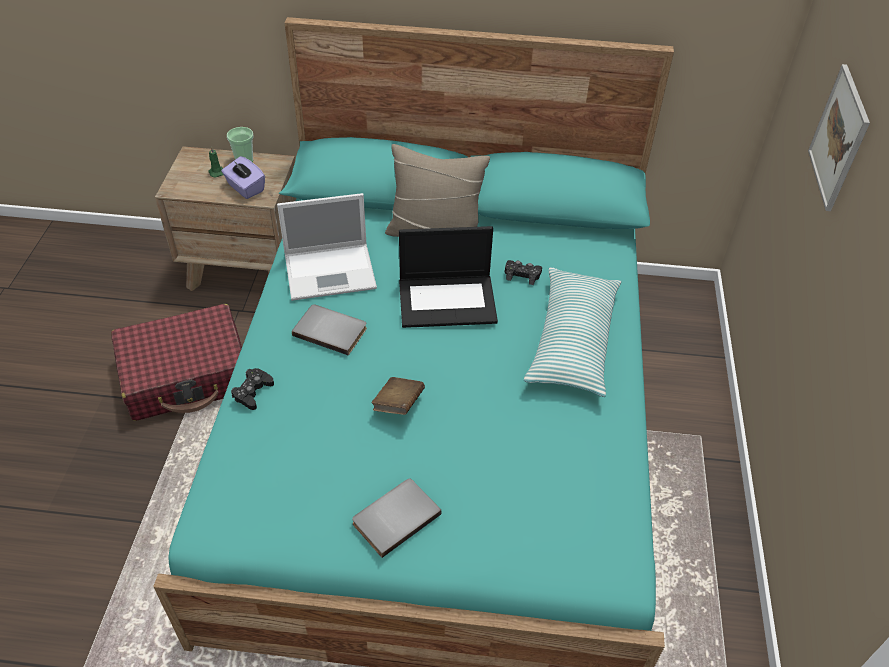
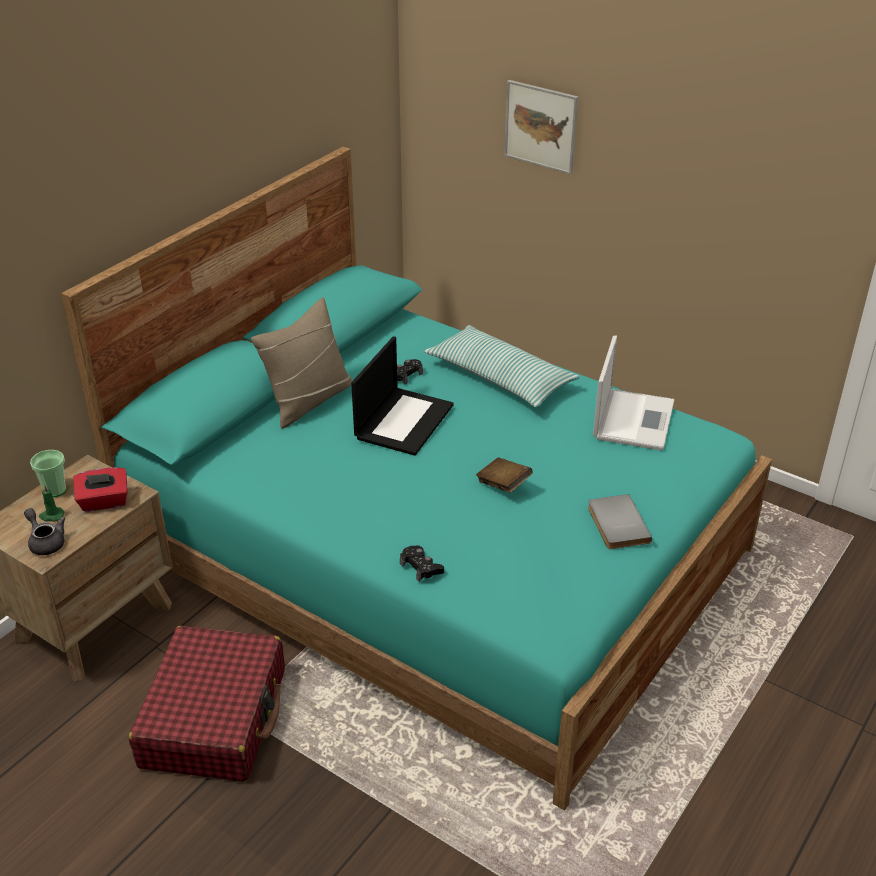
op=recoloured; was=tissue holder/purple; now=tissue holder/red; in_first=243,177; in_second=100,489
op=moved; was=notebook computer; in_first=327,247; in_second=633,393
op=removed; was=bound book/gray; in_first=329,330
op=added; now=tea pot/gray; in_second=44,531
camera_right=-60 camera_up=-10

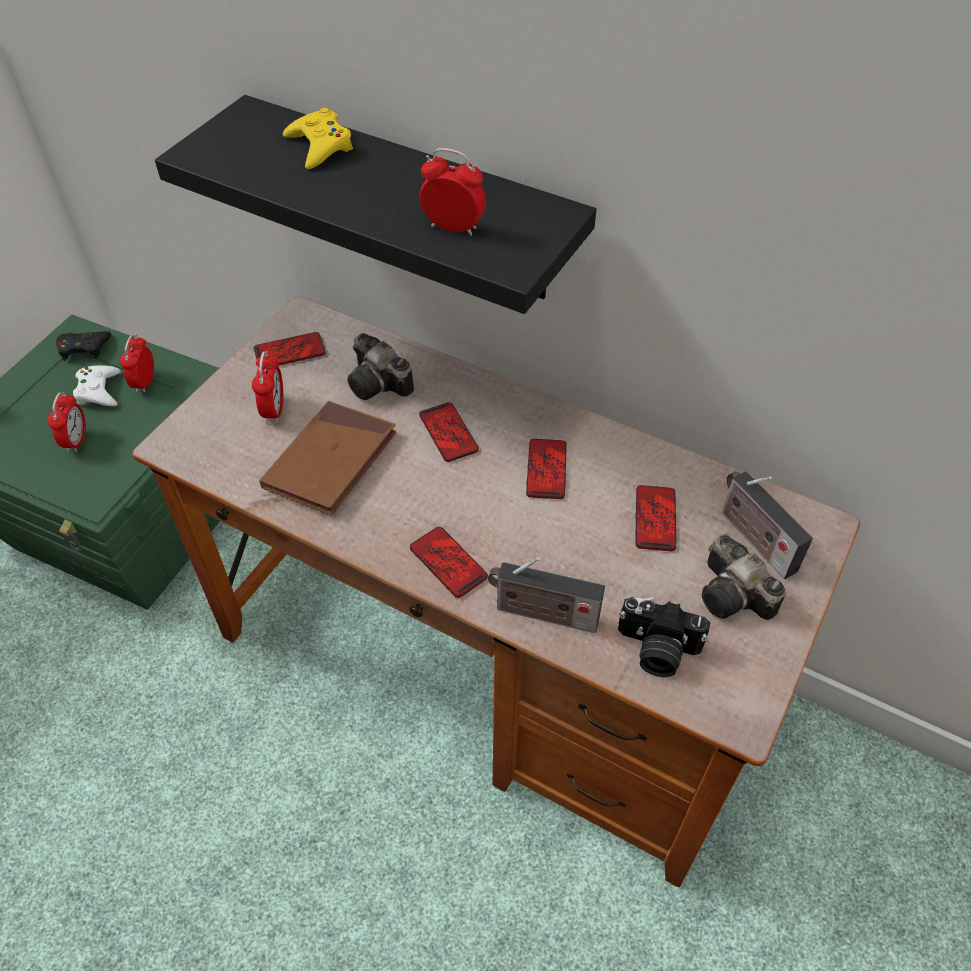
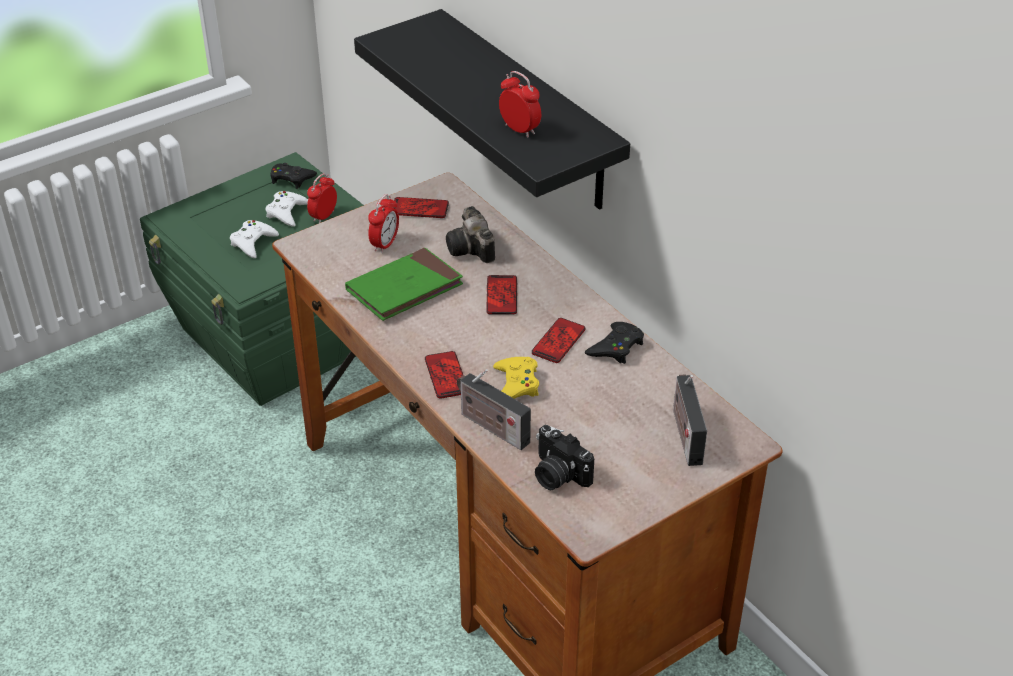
op=moved; was=game controller/yellow; in_first=318,138; in_second=516,378
op=replaced; was=table clock; now=game controller/white; in_first=66,422; in_second=254,239
op=recoloured; was=bound book/brown; now=bound book/green; in_first=327,458; in_second=404,284
op=removed; was=handset; in_first=655,518
op=removed; was=still camera; in_first=744,577
op=added; now=game controller/blackish; in_second=614,343
camera_right=25 camera_up=-10

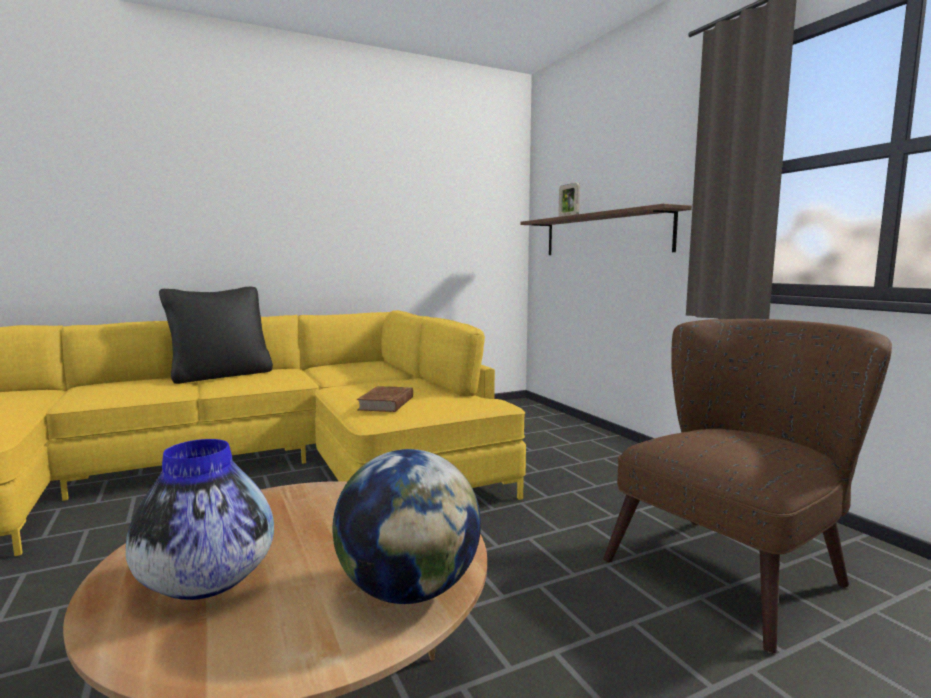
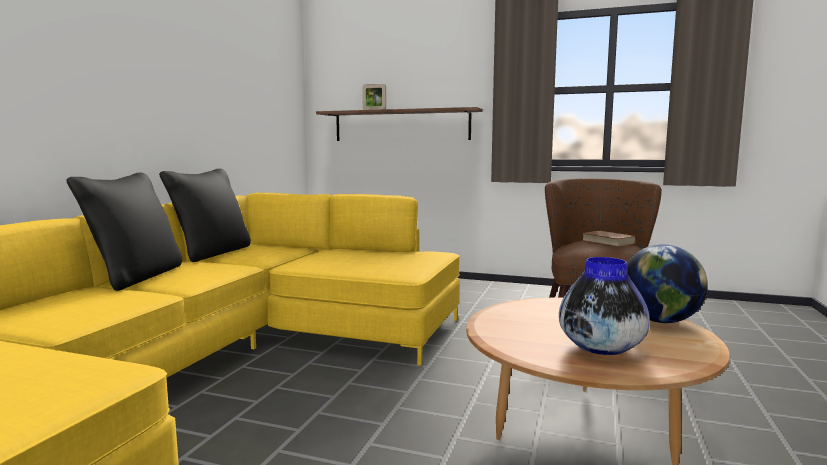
op=moved; was=bound book/brown; in_first=385,399; in_second=608,239
op=added; now=throw pillow/blackish; in_second=205,215
camera_right=-45 camera_up=0

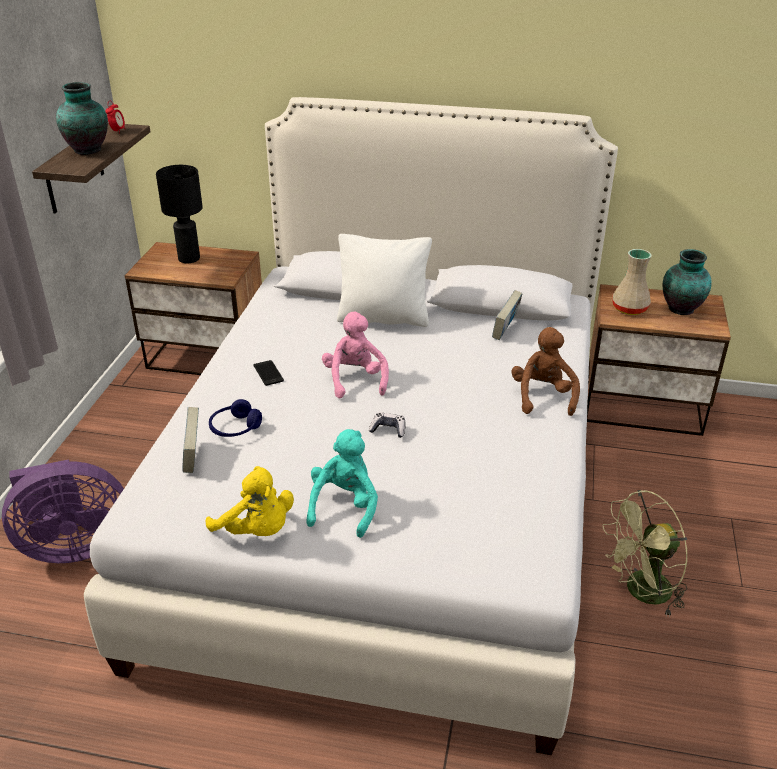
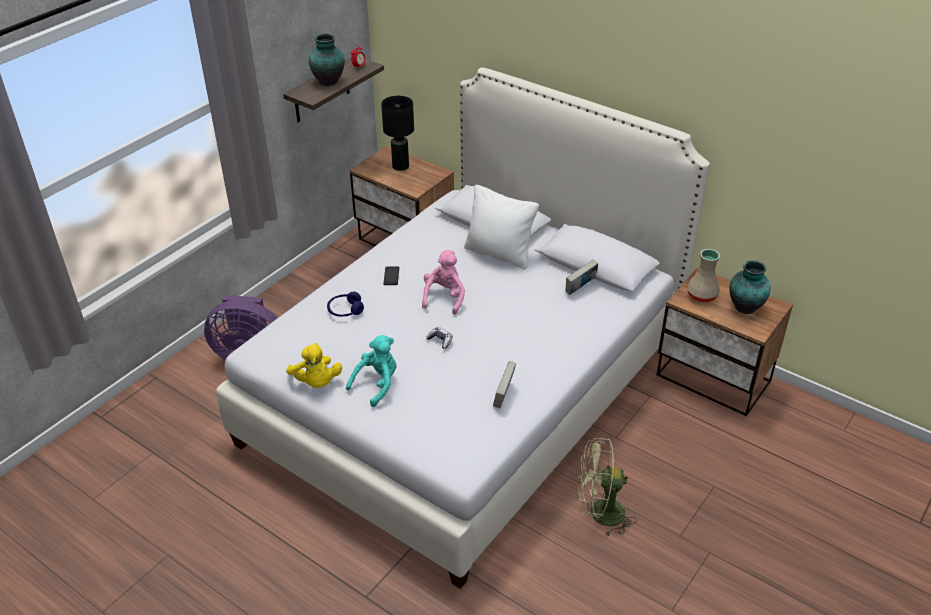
op=removed; was=cuddly toy/brown; in_first=545,371
op=moved; was=bound book; in_first=190,440; in_second=504,384
camera_right=25 camera_up=5

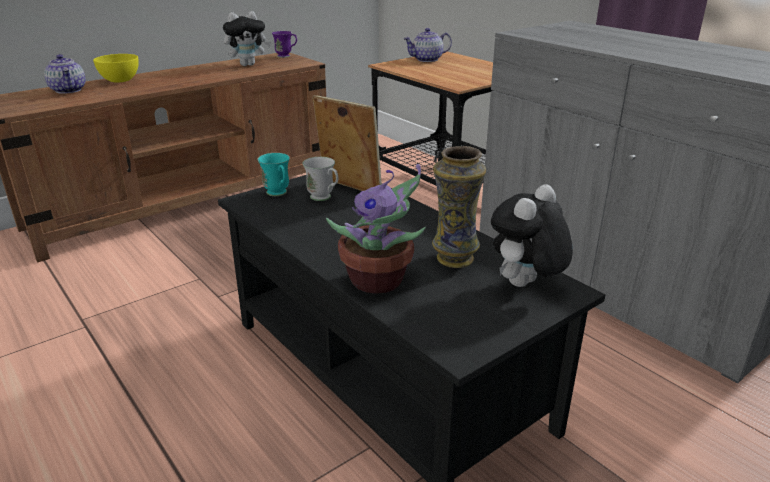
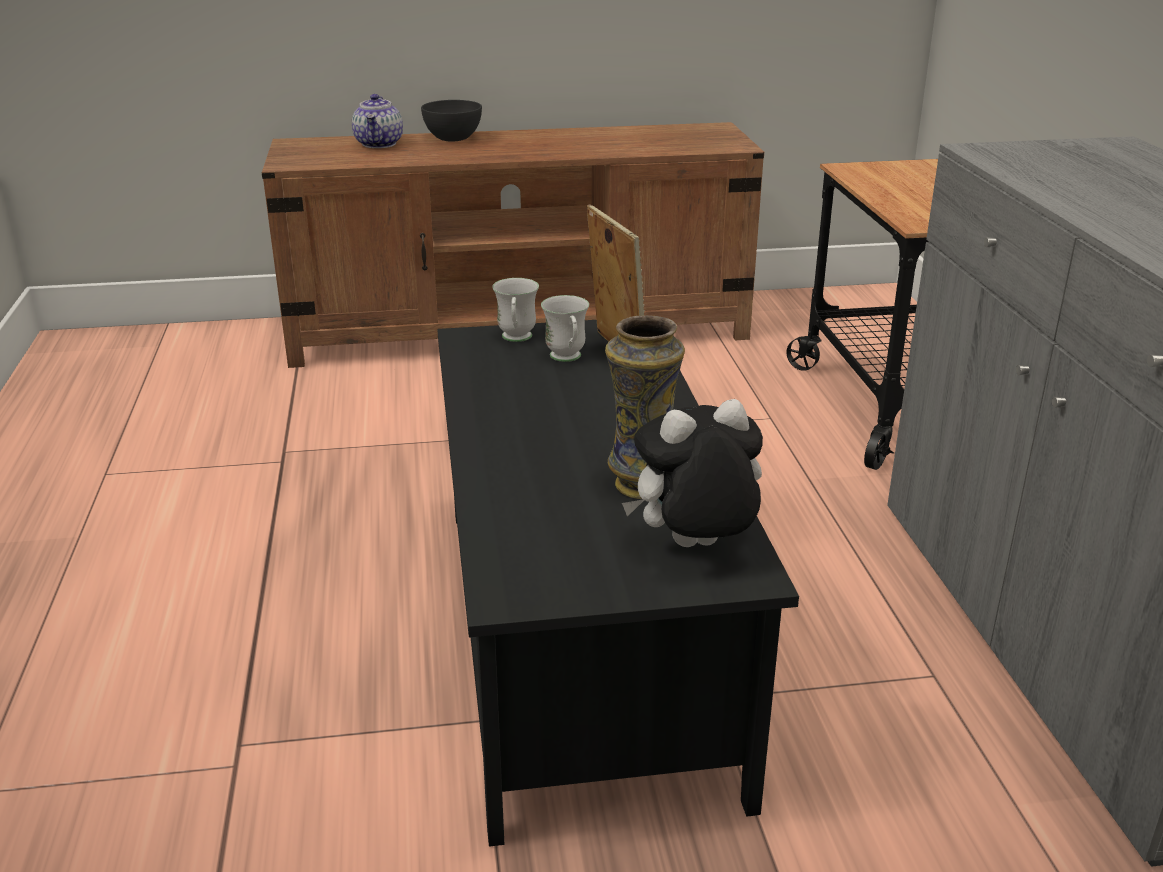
op=removed; was=cuddly toy; in_first=247,38
op=removed; was=tea pot; in_first=427,45
op=removed; was=tea mug/purple; in_first=284,44
op=recoloured; was=serving bowl/yellow; now=serving bowl/gray; in_first=116,68; in_second=451,120
op=recoloured; was=tea mug/turquoise-coloured; now=tea mug/white; in_first=274,174; in_second=515,310
op=removed; was=houseplant; in_first=376,229
camera_right=30 camera_up=0

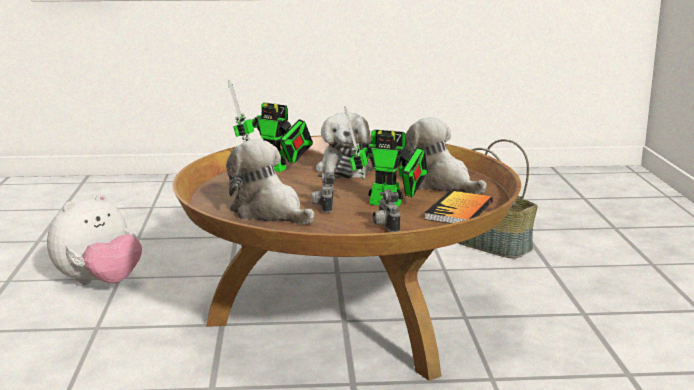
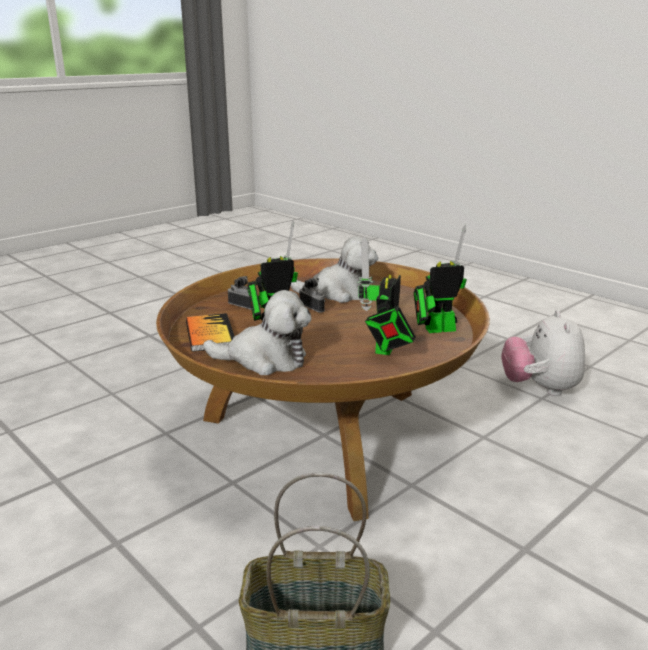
op=replaced; was=cuddly toy; now=model robot; in_first=344,145; in_second=386,295
camera_right=140 camera_up=5

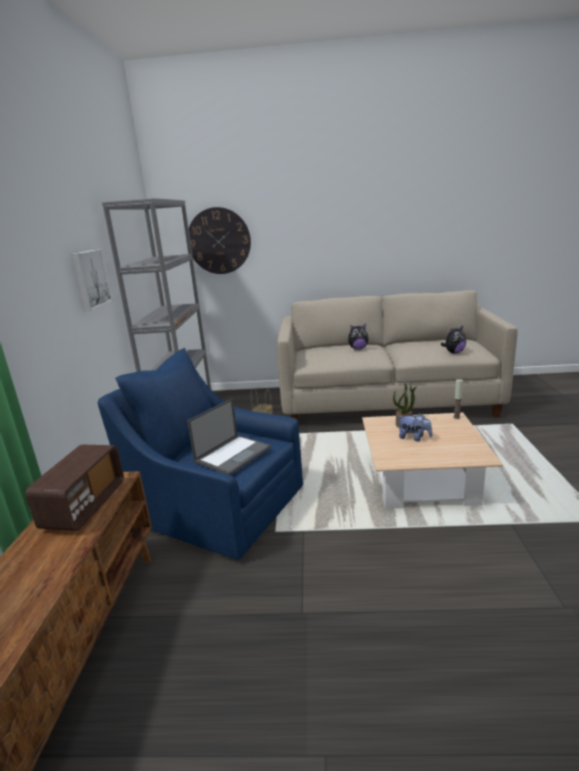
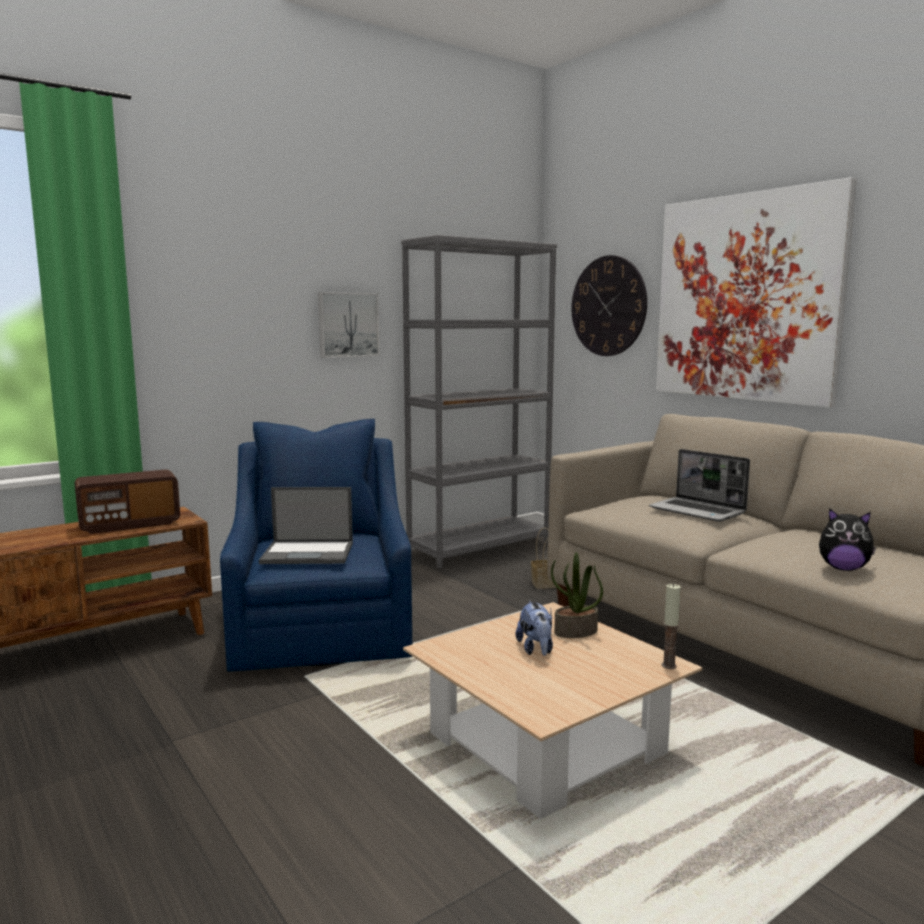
op=replaced; was=cuddly toy; now=notebook computer; in_first=358,337; in_second=699,485
op=added; now=wall picture; in_second=756,292
camera_right=50 camera_up=-10

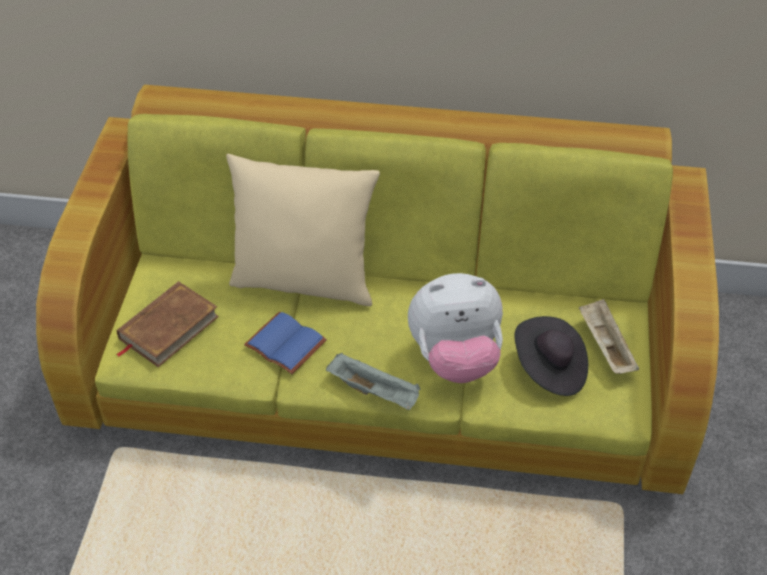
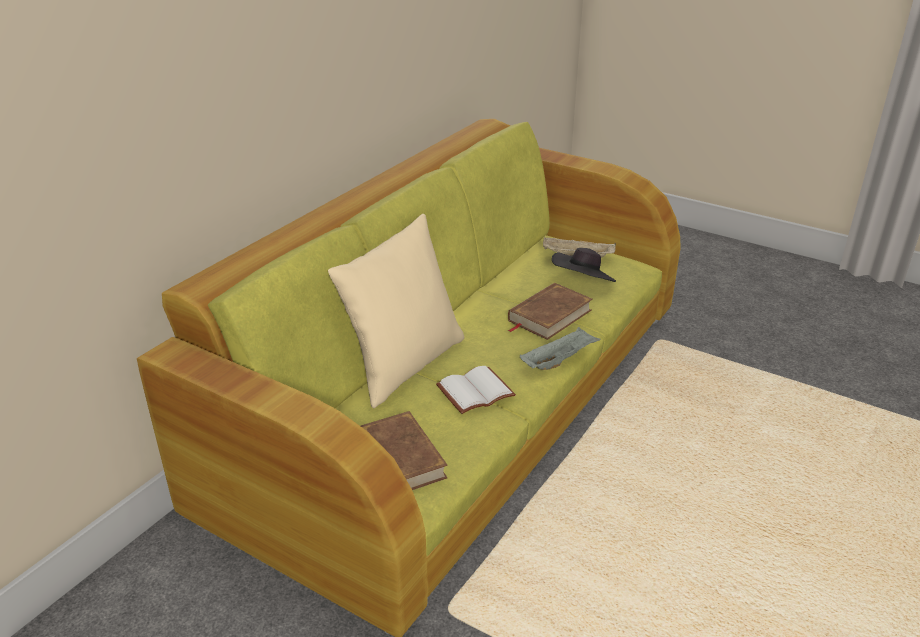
op=replaced; was=cuddly toy; now=bound book/brown; in_first=455,328; in_second=550,311
op=recoloured; was=bound book/blue-coloured; now=bound book/white; in_first=285,343; in_second=476,390
camera_right=-65 camera_up=-15

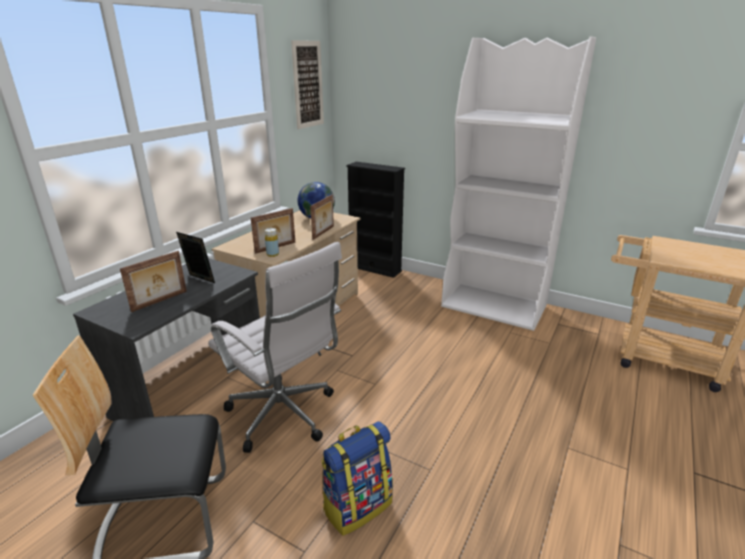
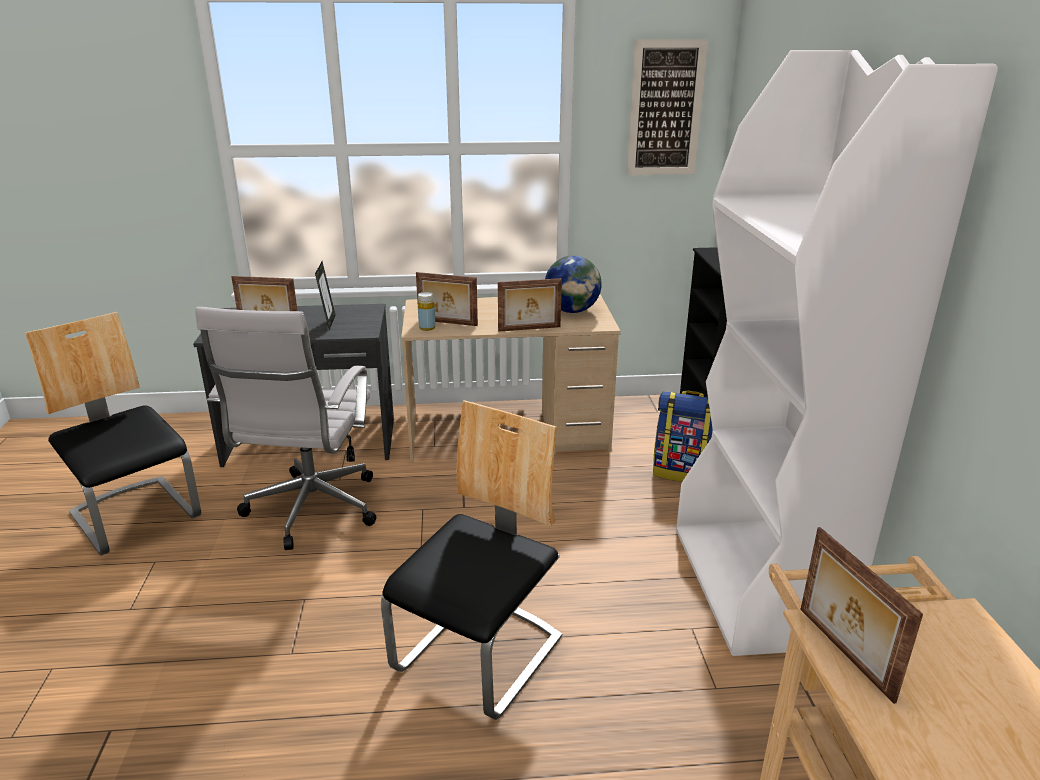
op=moved; was=knapsack; in_first=357,478; in_second=683,436
op=added; now=chair; in_second=471,560
op=added; now=photo frame; in_second=861,615
camera_right=55 camera_up=0

